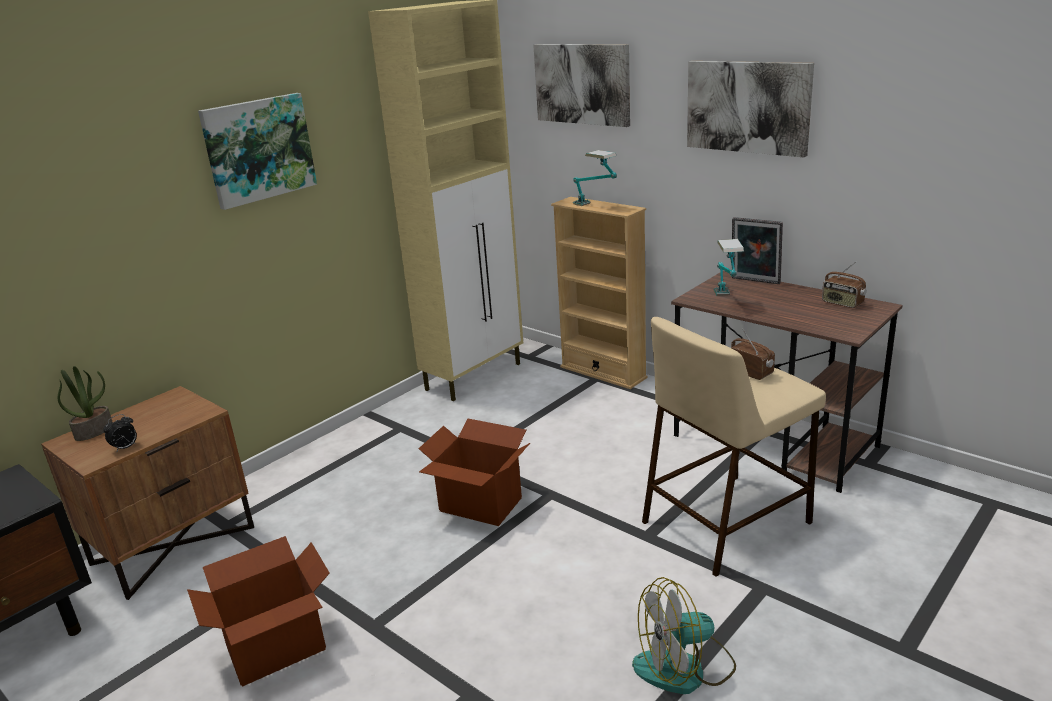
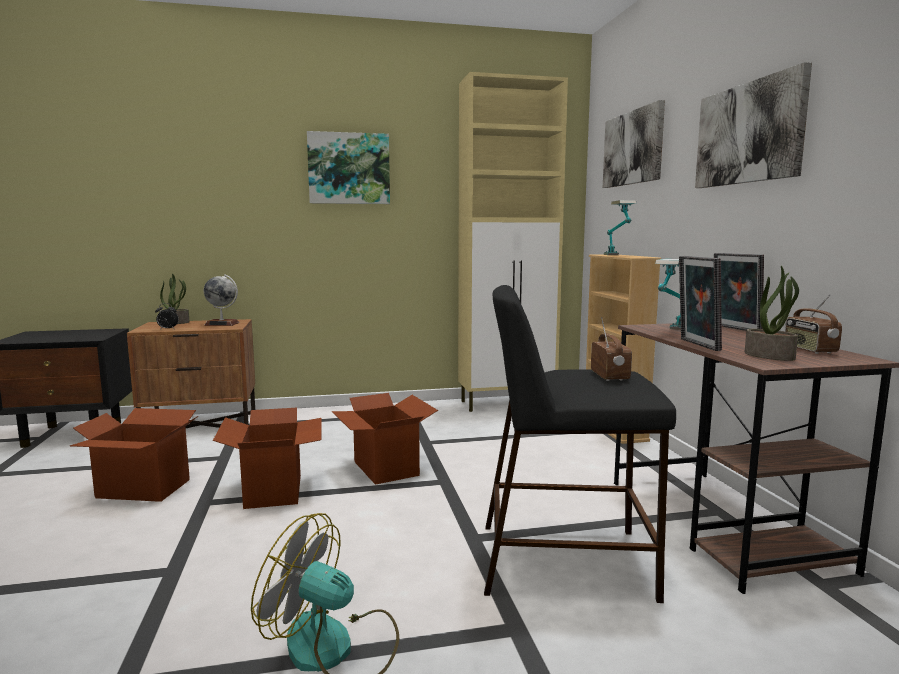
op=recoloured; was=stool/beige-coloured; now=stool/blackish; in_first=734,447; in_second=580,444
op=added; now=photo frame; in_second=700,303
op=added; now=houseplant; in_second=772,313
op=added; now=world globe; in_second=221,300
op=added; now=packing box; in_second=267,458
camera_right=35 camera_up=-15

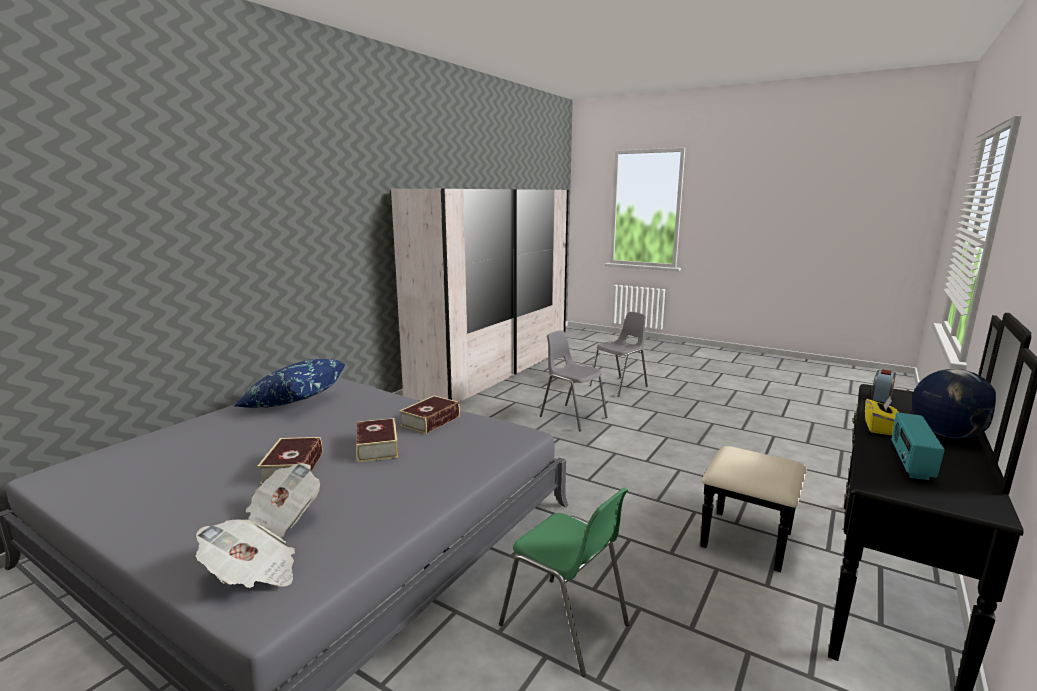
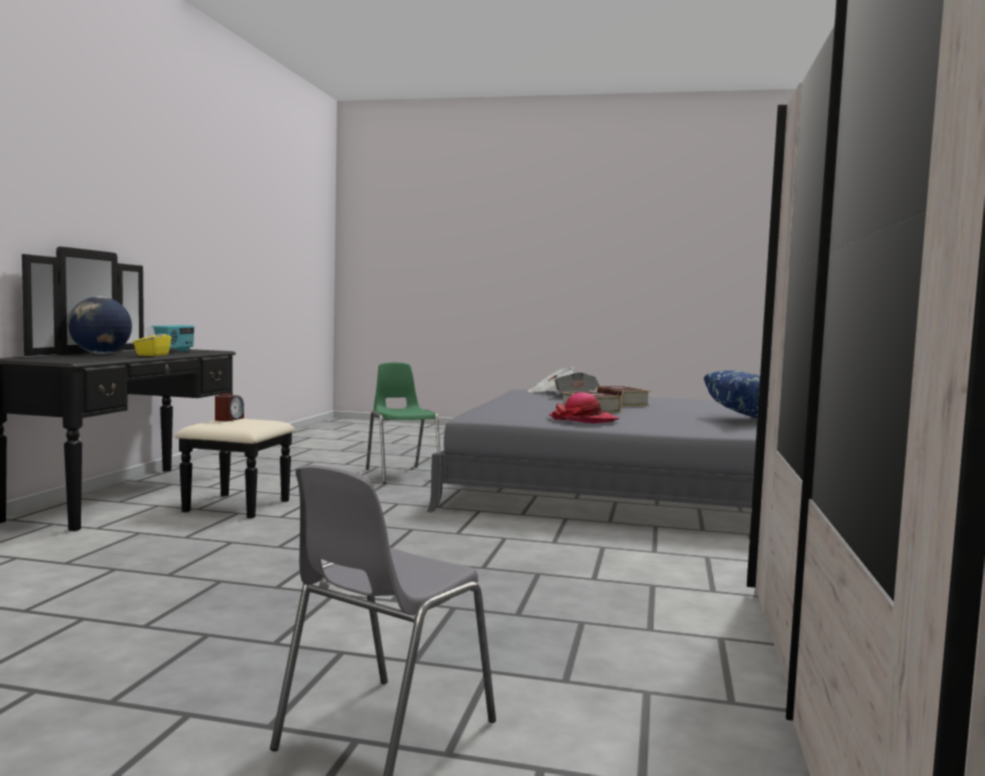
op=removed; was=chair/gray; in_first=574,380
op=moved; was=table clock; in_first=883,386; in_second=229,407
op=replaced; was=bound book; now=clothing hat; in_first=429,415; in_second=584,408
op=turned; was=chair/green; in_first=564,582; in_second=403,422; clockwise=45
camera_right=160 camera_up=-10

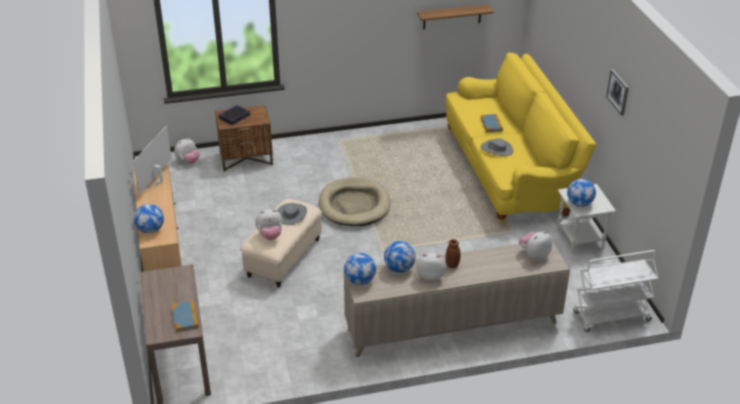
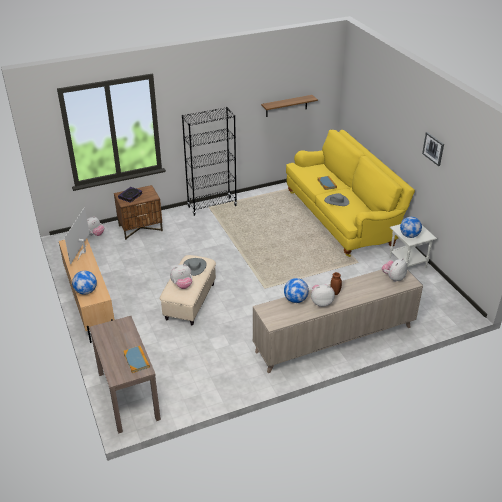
op=removed; was=pet bed/beige-coloured; in_first=354,201
op=removed; was=wheeled cart/white; in_first=616,291
op=removed; was=world globe; in_first=360,269
op=added; now=bookcase/blackish; in_second=209,161
camera_right=-10 camera_up=0

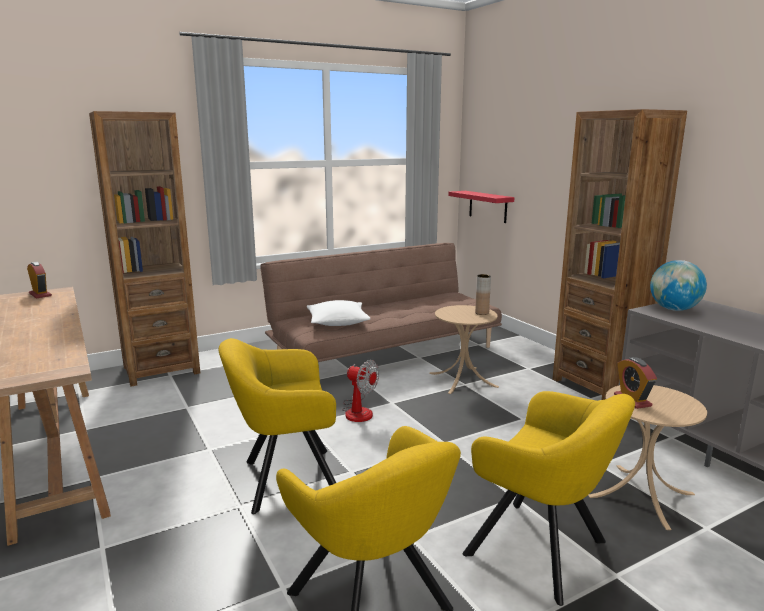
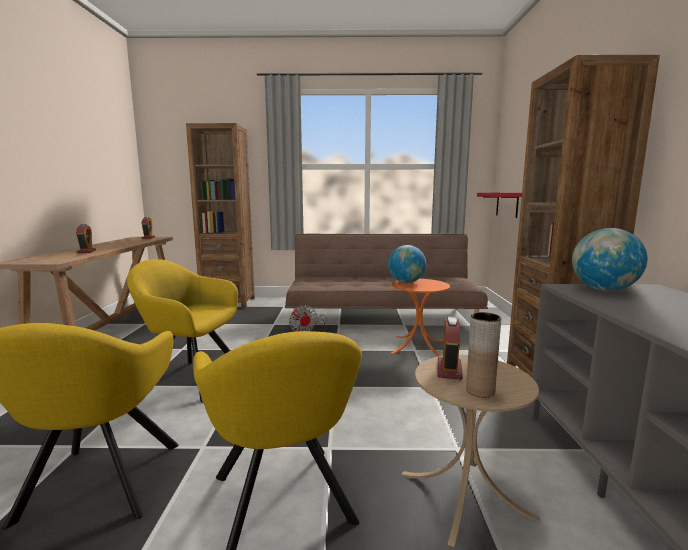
op=moved; was=flower vase/brown; in_first=483,294; in_second=483,354
op=removed; was=throw pillow/white; in_first=338,313
op=recoloured; was=side table/beige-coloured; now=side table/orange-coloured; in_first=464,349; in_second=420,318
op=added; now=table clock; in_second=86,238
op=added; now=world globe; in_second=407,264
camera_right=30 camera_up=-5

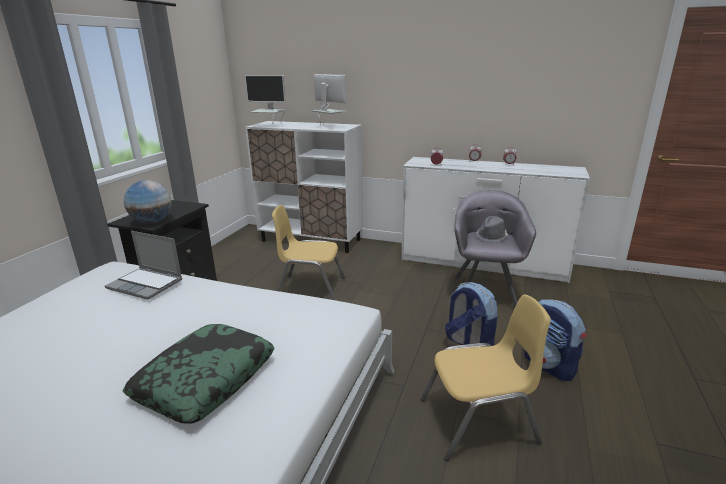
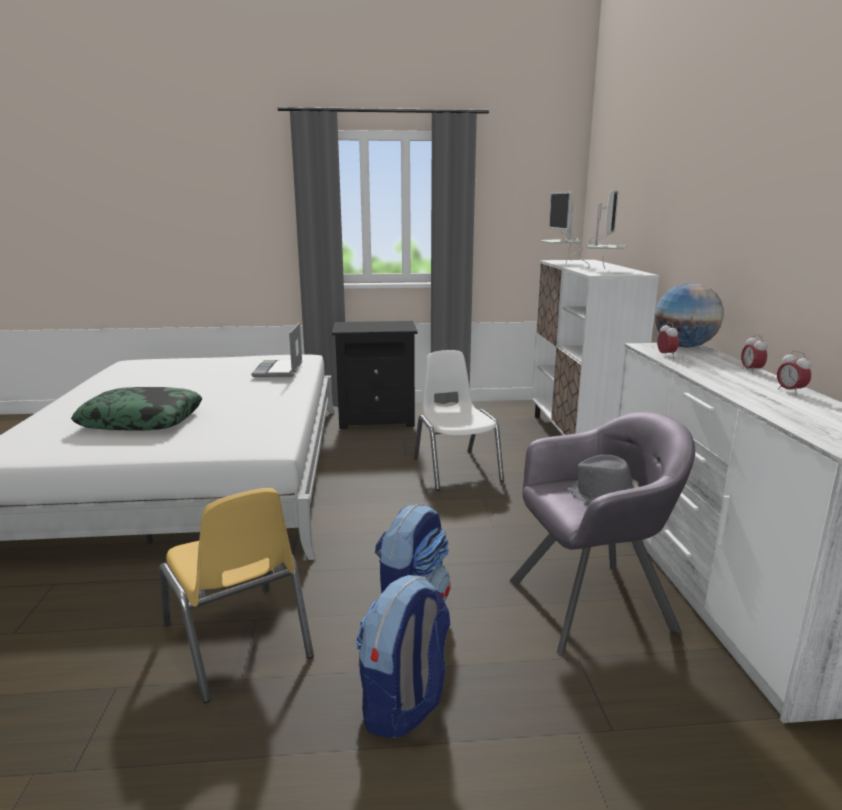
op=moved; was=world globe; in_first=148,202; in_second=689,315
op=recoloured; was=chair/yellow; now=chair/white; in_first=308,253; in_second=459,420
camera_right=65 camera_up=-5

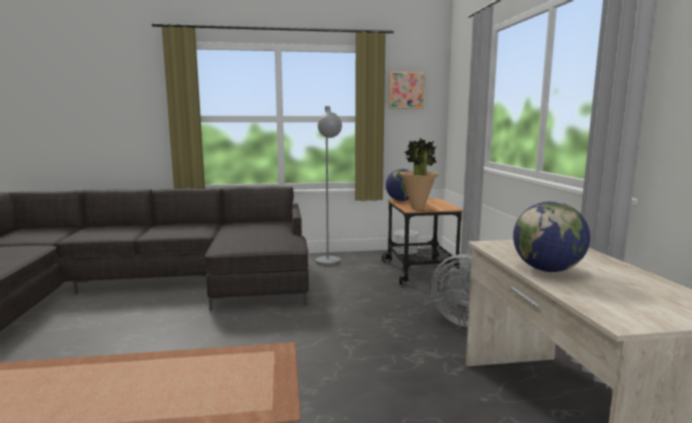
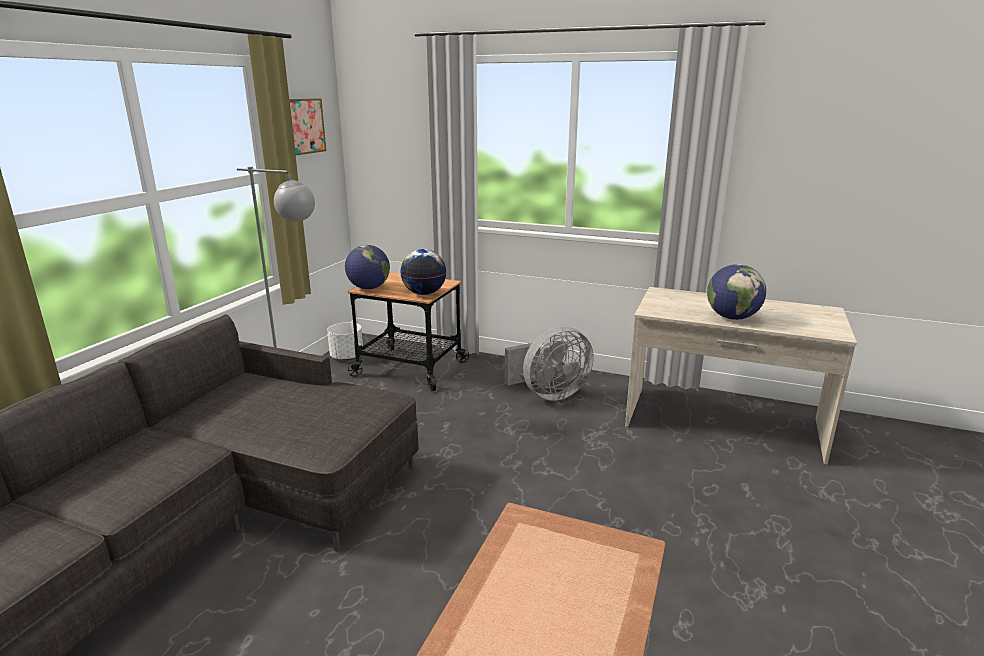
op=replaced; was=houseplant; now=world globe; in_first=419,174; in_second=423,272
camera_right=-60 camera_up=10

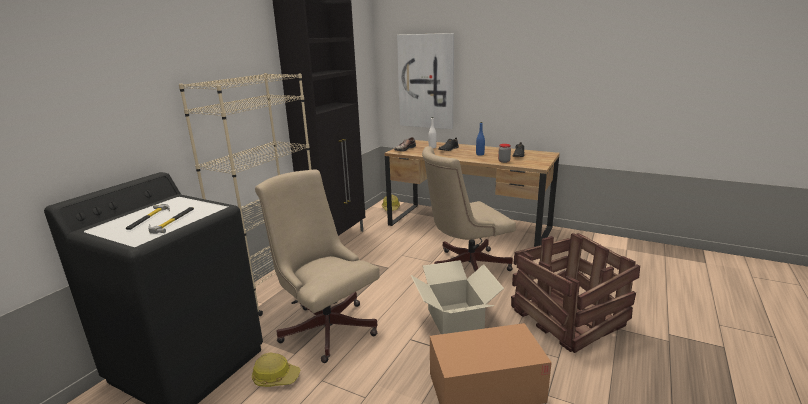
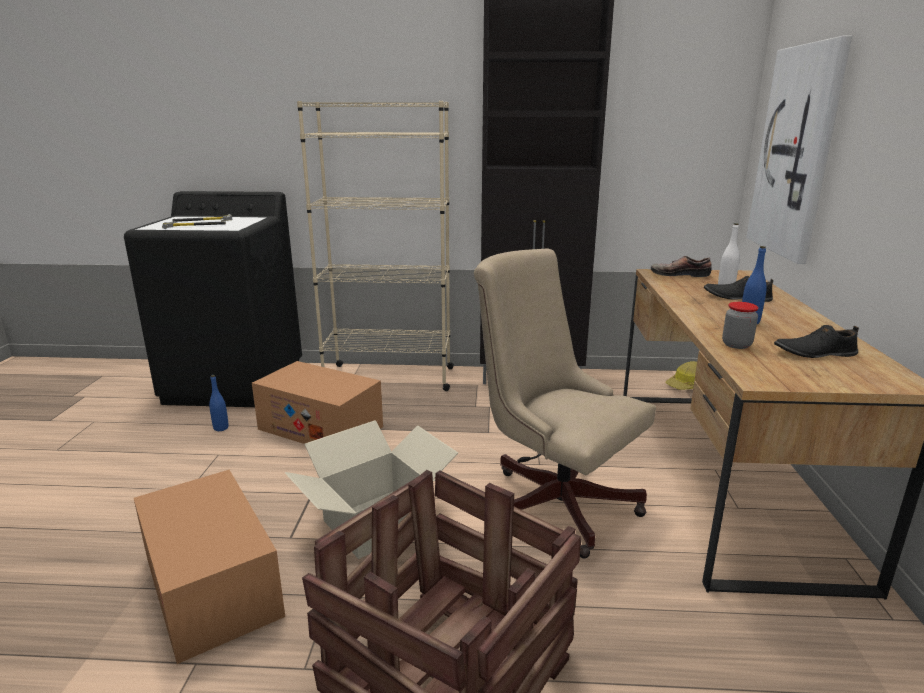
op=replaced; was=computer chair/beige-coloured; now=packing box; in_first=317,266; in_second=317,402
op=replaced; was=work helmet; now=drink bottle/blue-coloured; in_first=276,370; in_second=218,403
camera_right=65 camera_up=0

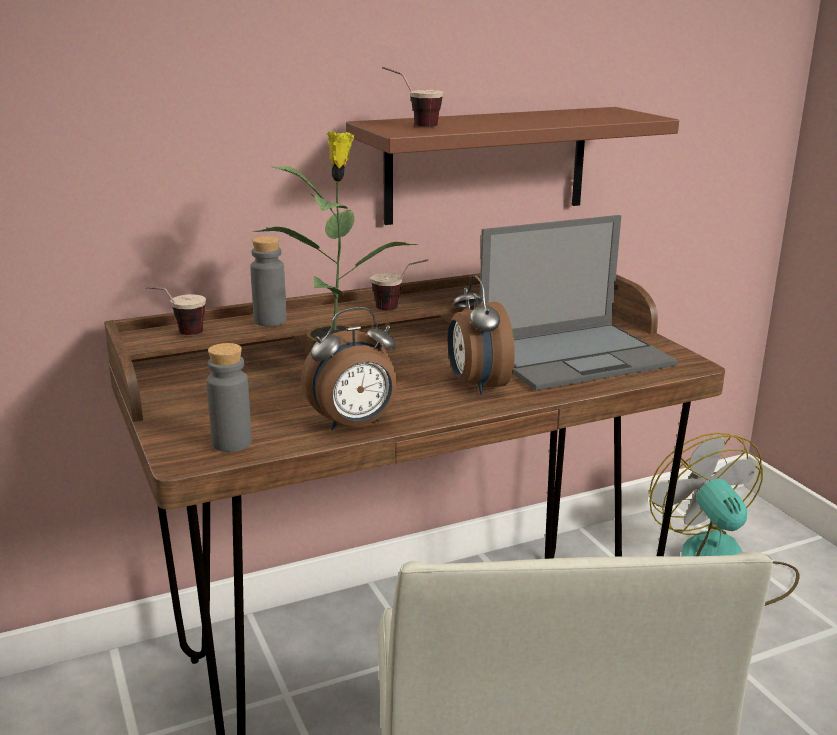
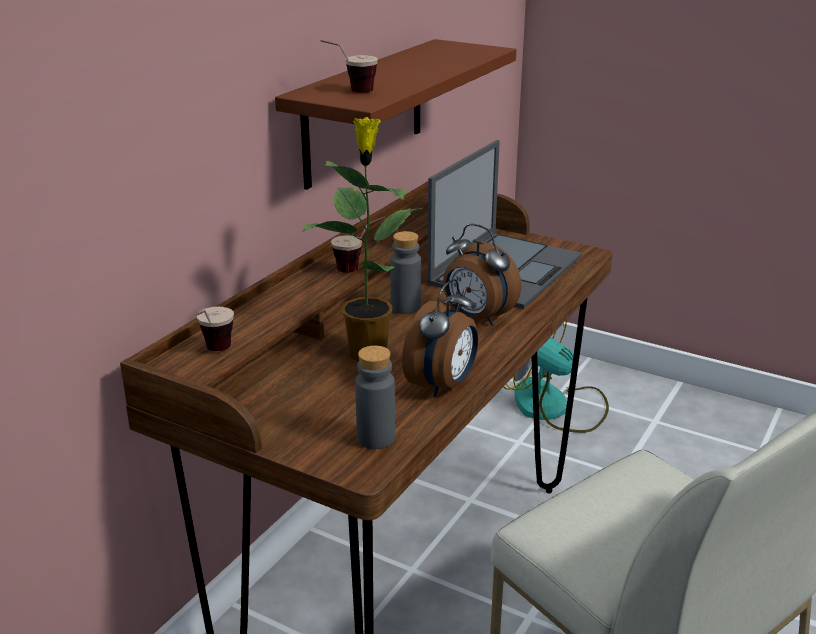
op=moved; was=drink bottle/gray; in_first=268,281; in_second=405,272
camera_right=-35 camera_up=5

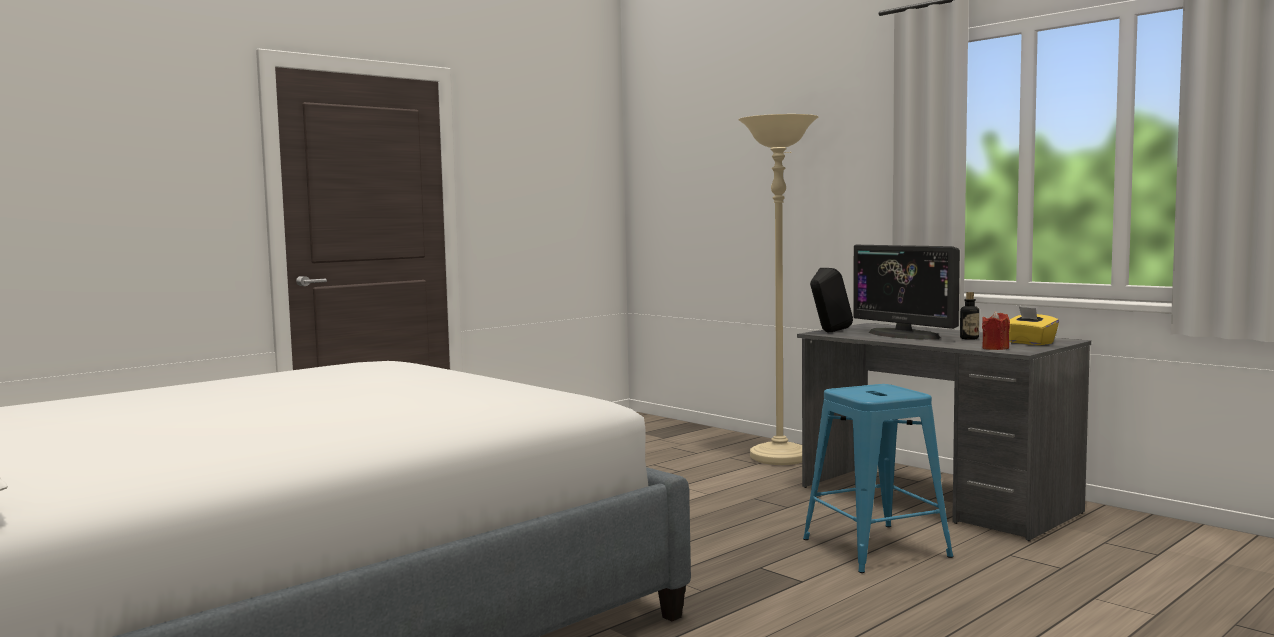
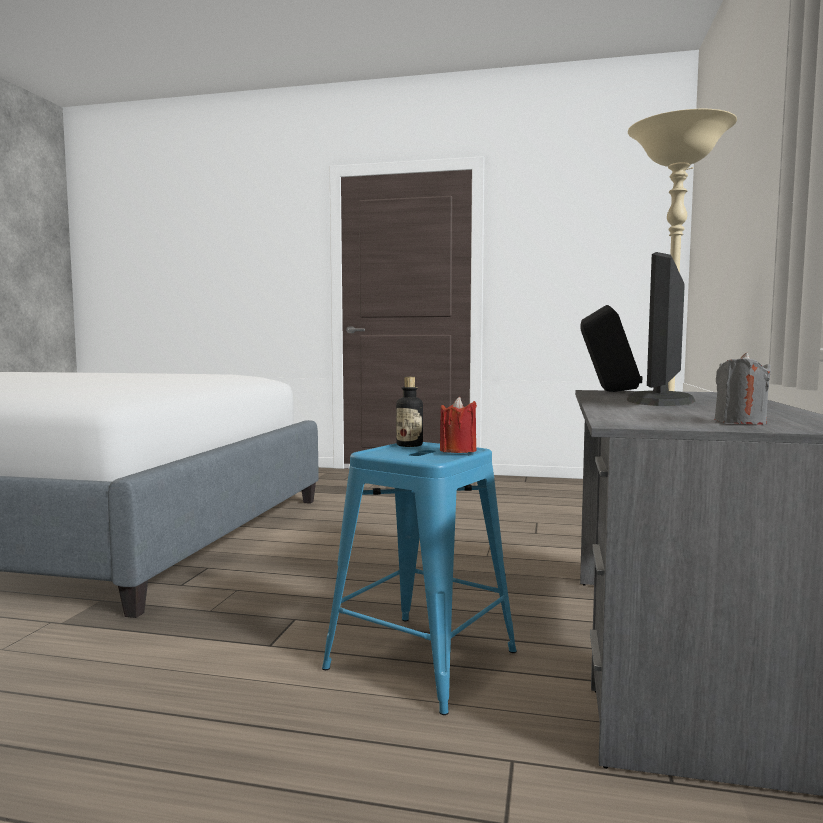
op=moved; was=drink bottle; in_first=969,316; in_second=409,412
op=replaced; was=tissue holder/yellow; now=wax light/gray; in_first=1034,326; in_second=743,388
op=moved; was=wax light/red; in_first=996,330; in_second=458,425
camera_right=55 camera_up=0

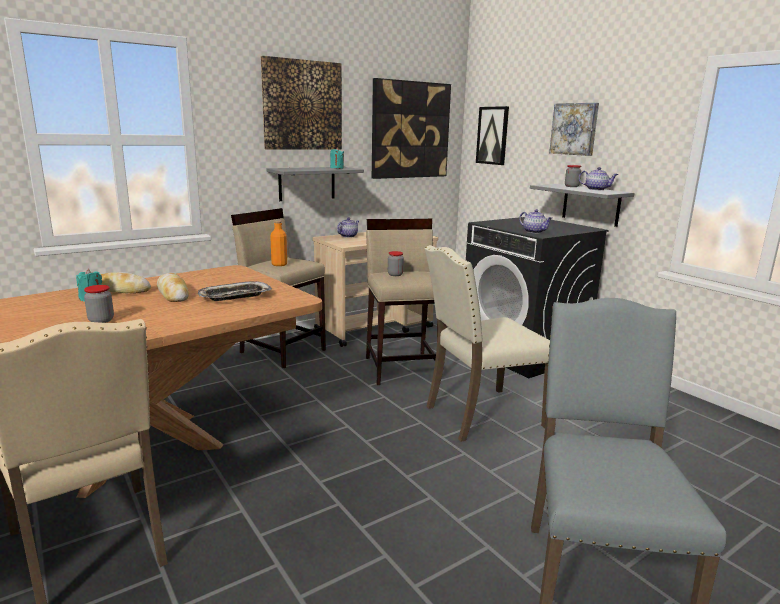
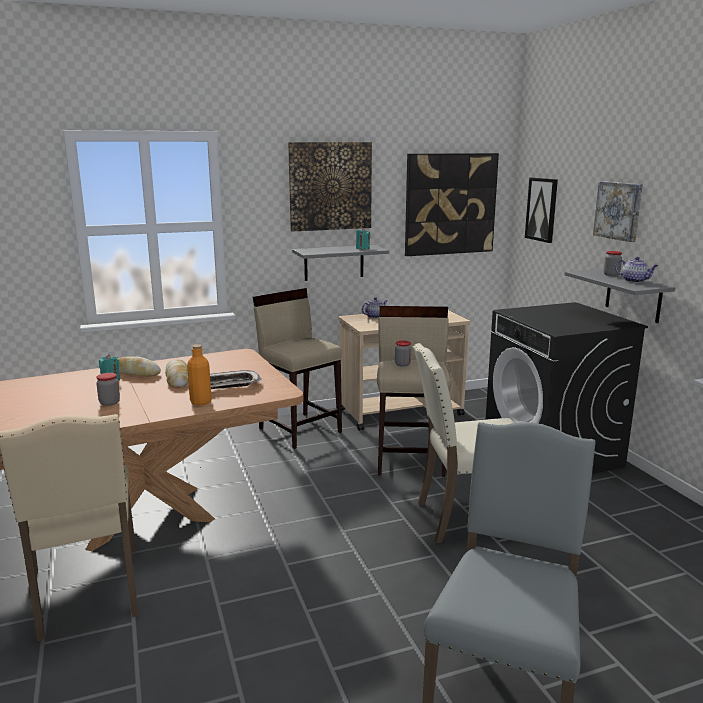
op=removed; was=tea pot; in_first=535,221
op=moved; was=drink bottle/orange-coloured; in_first=278,243; in_second=199,374
camera_right=15 camera_up=0

